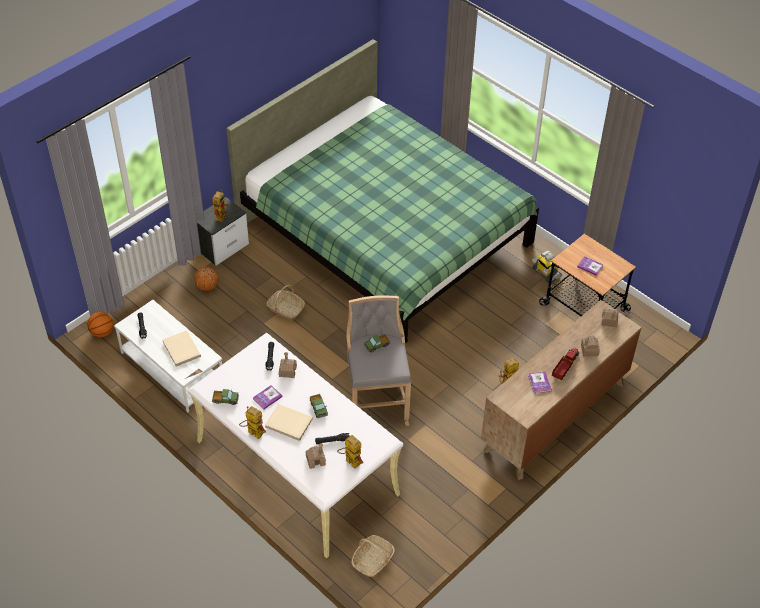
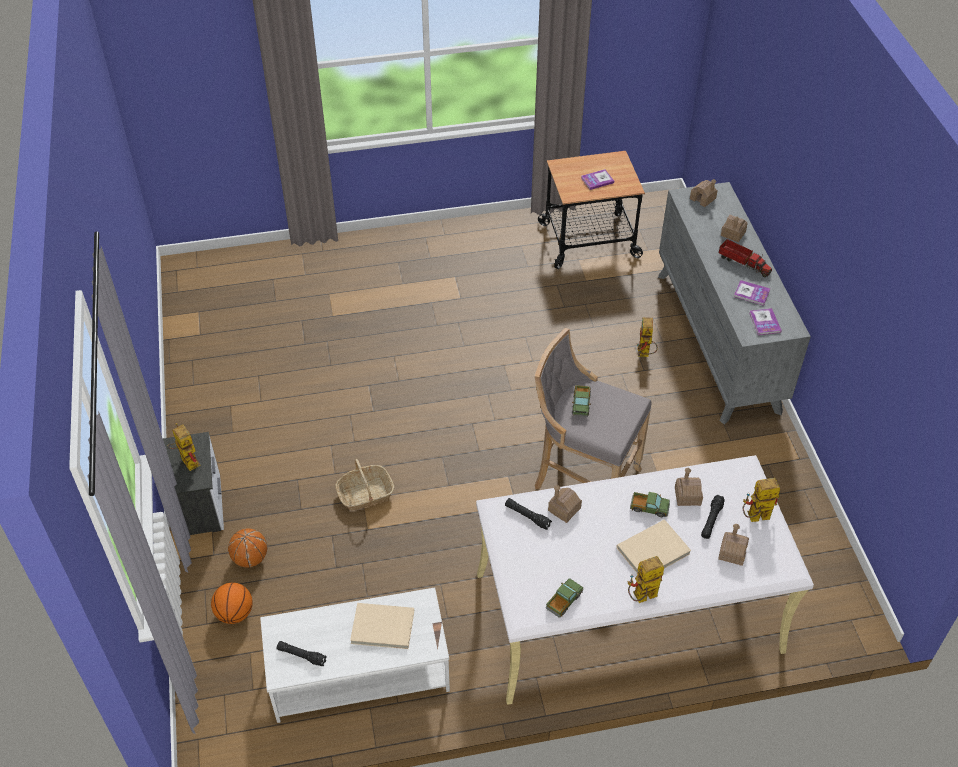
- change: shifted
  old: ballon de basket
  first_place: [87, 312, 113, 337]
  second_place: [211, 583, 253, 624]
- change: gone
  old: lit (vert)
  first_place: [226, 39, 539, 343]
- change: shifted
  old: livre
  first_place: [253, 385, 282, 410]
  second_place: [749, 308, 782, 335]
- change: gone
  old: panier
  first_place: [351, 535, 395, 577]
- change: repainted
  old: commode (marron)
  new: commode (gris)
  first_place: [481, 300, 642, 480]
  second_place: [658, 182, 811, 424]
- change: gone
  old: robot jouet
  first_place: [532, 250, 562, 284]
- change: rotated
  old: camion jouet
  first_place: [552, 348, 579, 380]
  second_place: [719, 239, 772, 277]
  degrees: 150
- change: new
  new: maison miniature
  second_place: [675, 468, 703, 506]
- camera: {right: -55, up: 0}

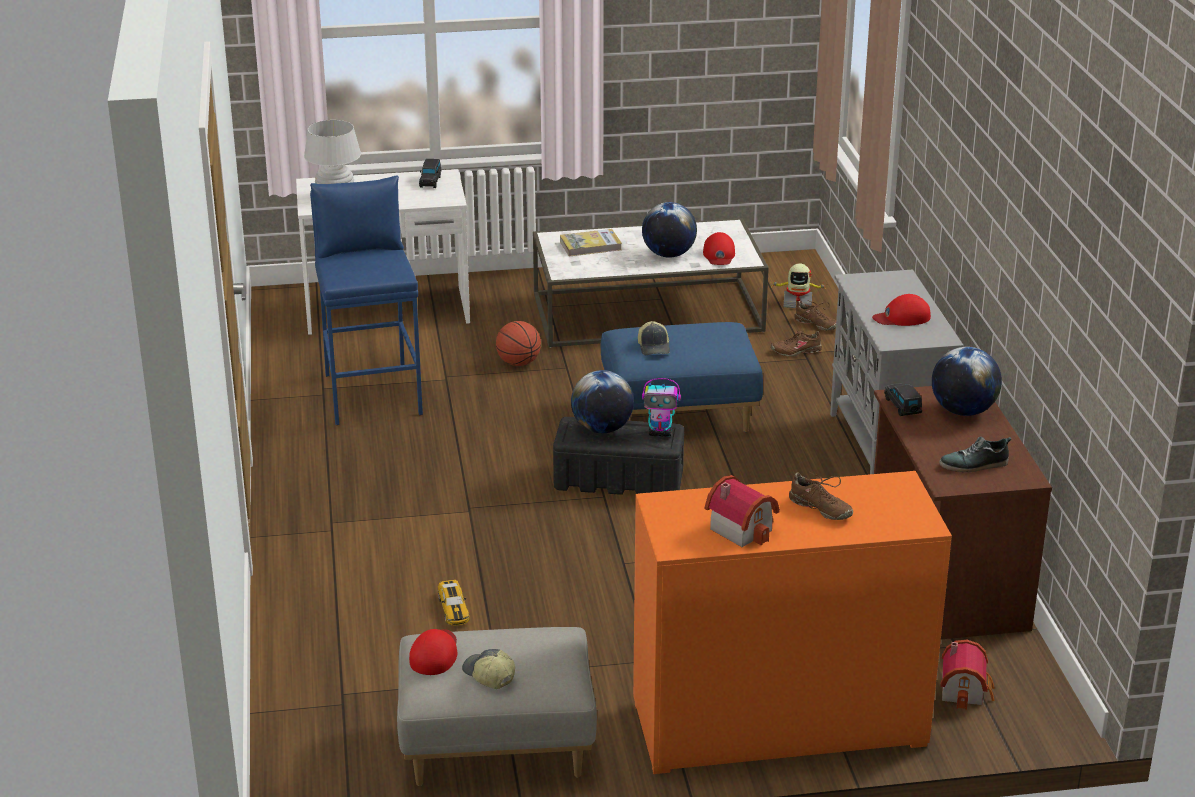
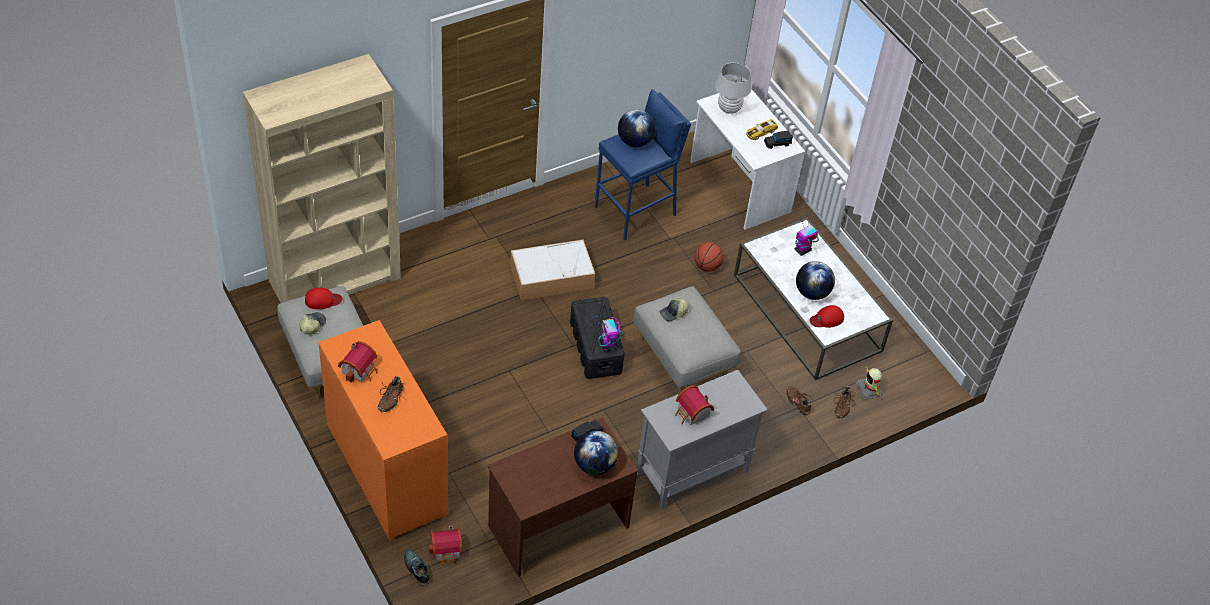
- change: shifted
  old: petite voiture
  first_place: [438, 580, 470, 626]
  second_place: [746, 119, 778, 140]
- change: swapped
  old: livre
  new: robot jouet
  first_place: [560, 229, 622, 257]
  second_place: [795, 213, 819, 256]
- change: shifted
  old: globe
  first_place: [571, 370, 634, 433]
  second_place: [618, 110, 655, 147]
- change: repainted
  old: pouf (bleu)
  new: pouf (gris)
  first_place: [601, 322, 763, 432]
  second_place: [633, 286, 741, 394]
- change: swapped
  old: casquette (rouge)
  new: maison miniature
  first_place: [872, 294, 931, 326]
  second_place: [675, 385, 714, 425]
- change: shifted
  old: chaussure
  first_place: [940, 437, 1011, 472]
  second_place: [404, 550, 429, 586]
- change: new
  new: bibliothèque (beige)
  second_place: [243, 54, 401, 303]
- change: new
  new: boîte de rangement
  second_place: [510, 240, 595, 300]
- camera: {right: 65, up: 20}

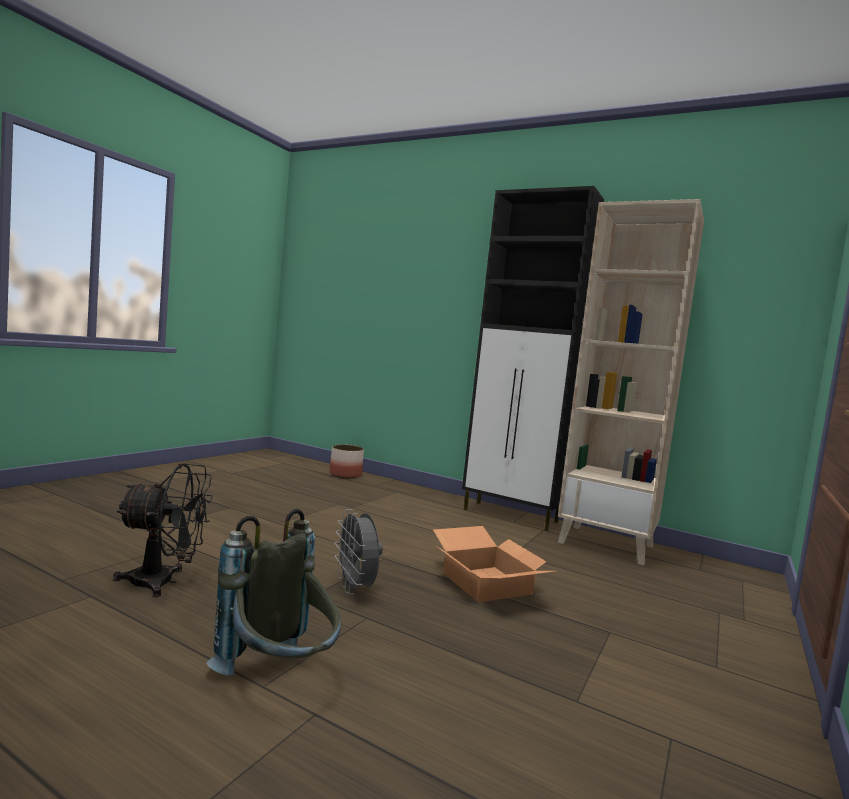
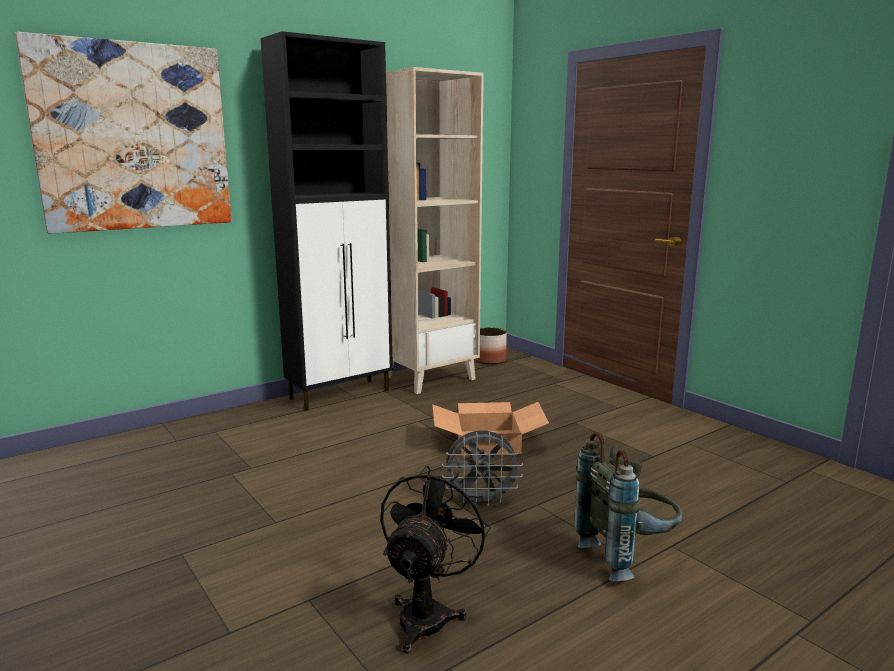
- change: shifted
  old: cache-pot
  first_place: [330, 445, 364, 479]
  second_place: [474, 327, 507, 364]
- change: new
  new: tableau
  second_place: [15, 32, 232, 234]
- camera: {right: -65, up: 10}

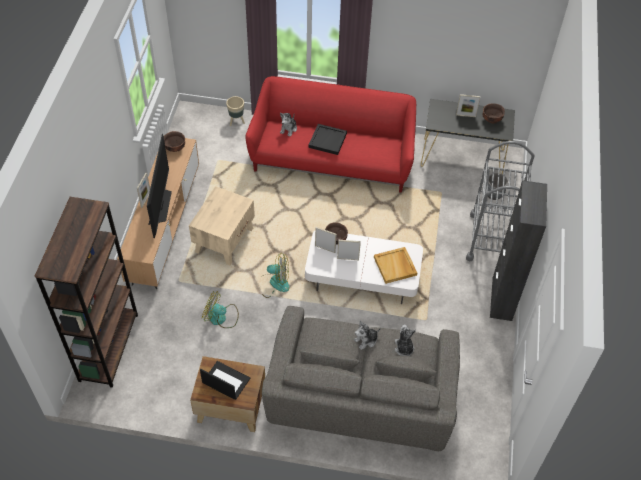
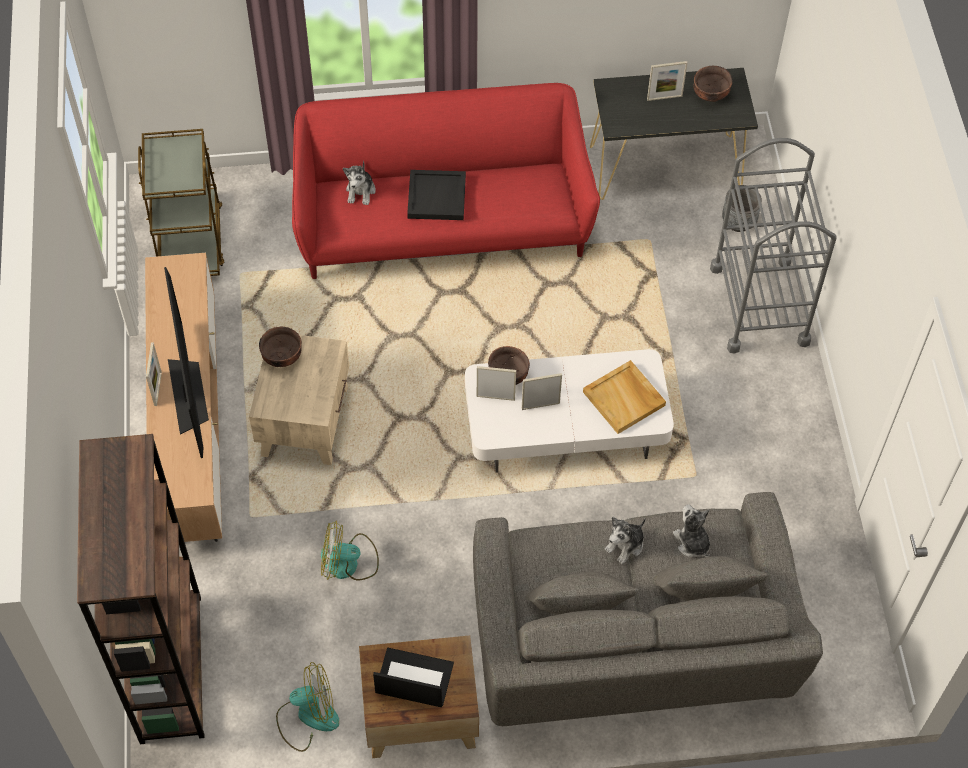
- change: shifted
  old: bol (marron)
  first_place: [164, 131, 185, 152]
  second_place: [259, 327, 302, 367]
- change: gone
  old: cache-pot (beige)
  first_place: [226, 96, 245, 126]
- change: shifted
  old: ventilateur
  first_place: [262, 253, 289, 298]
  second_place: [276, 662, 339, 752]
- change: gone
  old: meuble de rangement (noir)
  first_place: [490, 180, 547, 321]
- change: new
  new: chariot (marron)
  second_place: [138, 129, 224, 276]
- camera: {right: -15, up: 5}

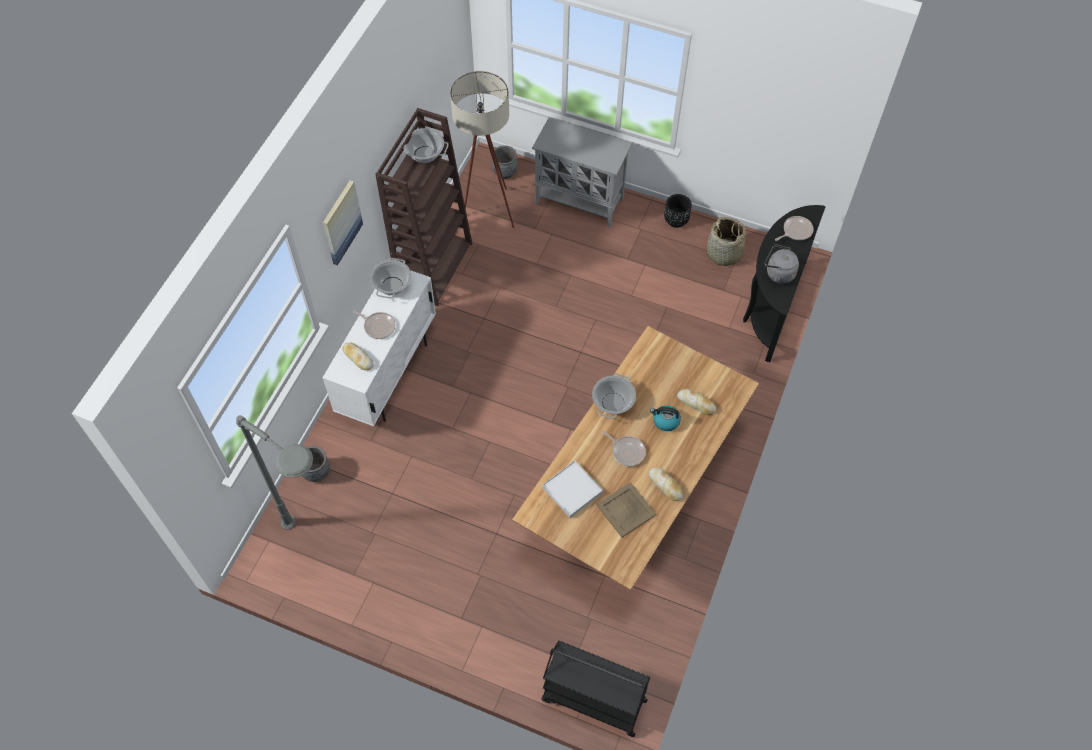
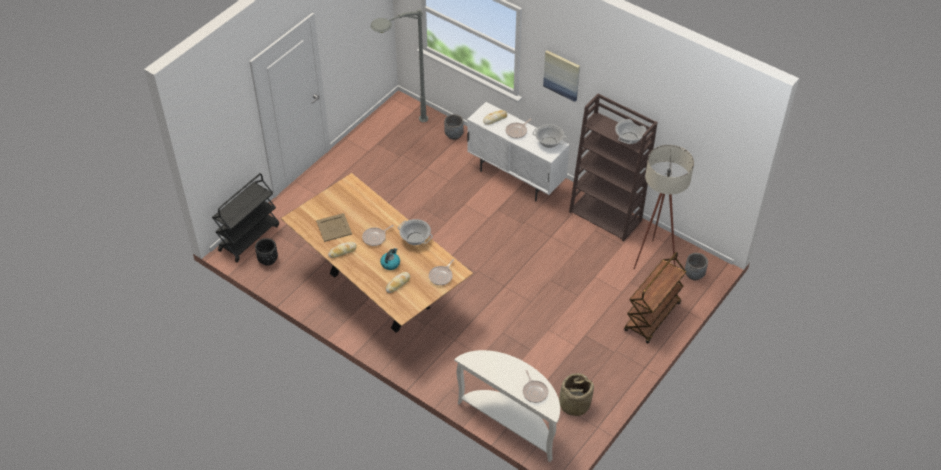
- change: swapped
  old: meuble de rangement (gris)
  new: chariot (marron)
  first_place: [532, 117, 632, 227]
  second_place: [624, 252, 686, 344]
- change: gone
  old: plateau (blanc)
  first_place: [542, 461, 603, 518]
- change: shifted
  old: cache-pot (noir)
  first_place: [664, 194, 692, 228]
  second_place: [255, 238, 278, 266]
- change: repainted
  old: table console (noir)
  new: table console (blanc)
  first_place: [743, 205, 826, 362]
  second_place: [454, 350, 560, 462]
- change: gone
  old: bouilloire (gris)
  first_place: [765, 244, 799, 284]
- change: new
  new: poêle
  second_place: [429, 259, 454, 285]
- camera: {right: 105, up: -10}

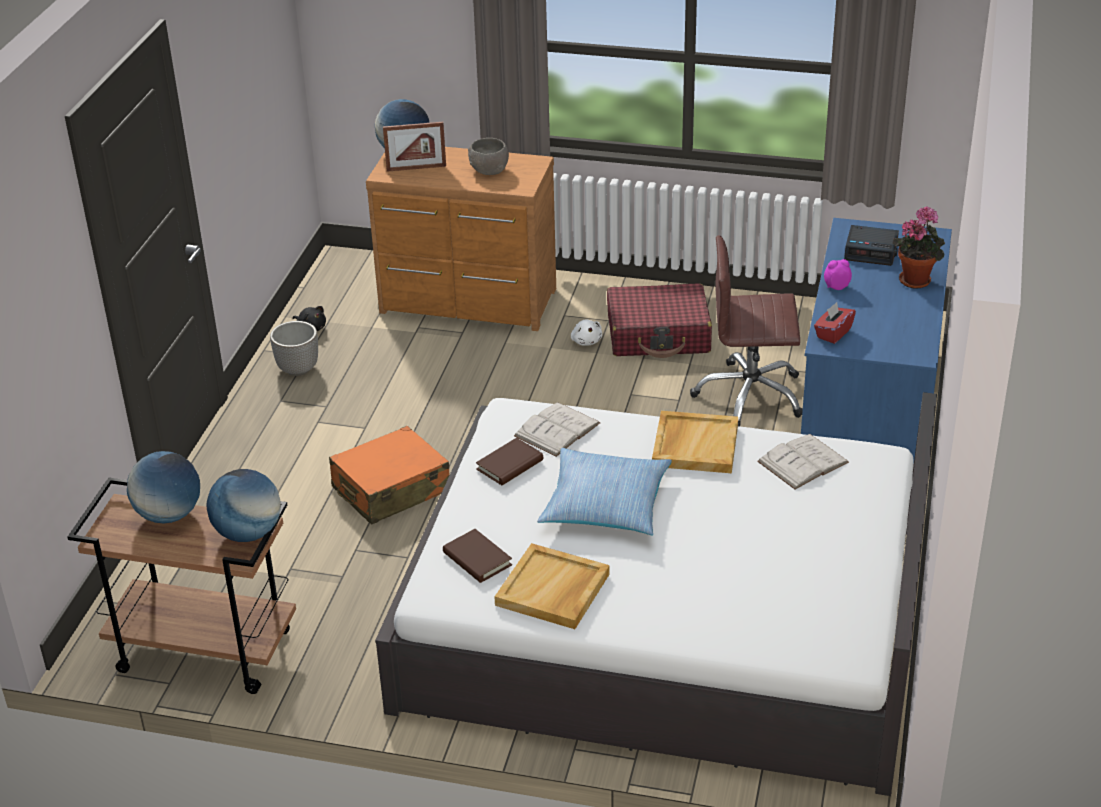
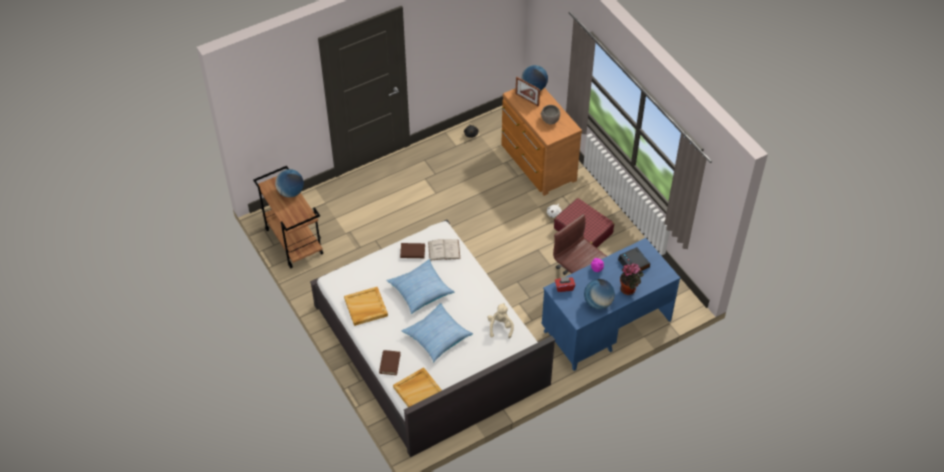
- change: shifted
  old: globe
  first_place: [206, 469, 281, 542]
  second_place: [584, 279, 615, 309]
- change: gone
  old: cache-pot
  first_place: [270, 321, 318, 376]
- change: gone
  old: valise (orange)
  first_place: [329, 426, 449, 524]
- change: shifted
  old: livre (marron)
  first_place: [443, 529, 512, 583]
  second_place: [379, 350, 401, 375]
- change: shifted
  old: plateau (beige)
  first_place: [652, 411, 738, 473]
  second_place: [393, 367, 442, 407]
- change: swapped
  old: livre (blanc)
  new: peluche (beige)
  first_place: [757, 434, 849, 489]
  second_place: [487, 303, 514, 339]
- change: new
  new: coussin
  second_place: [402, 303, 473, 362]
- camera: {right: 45, up: 15}

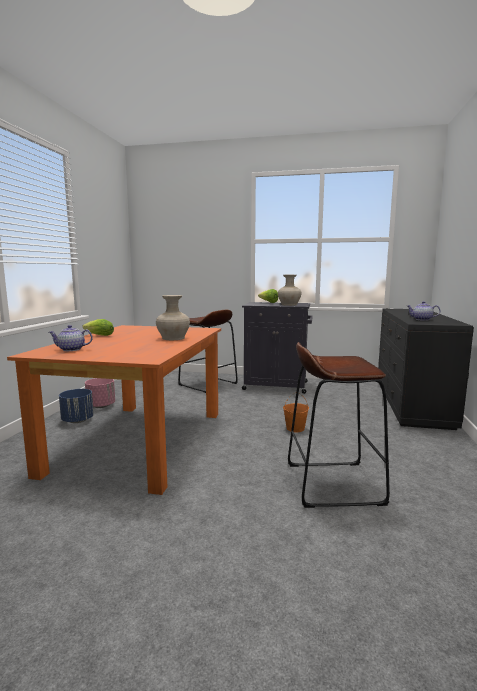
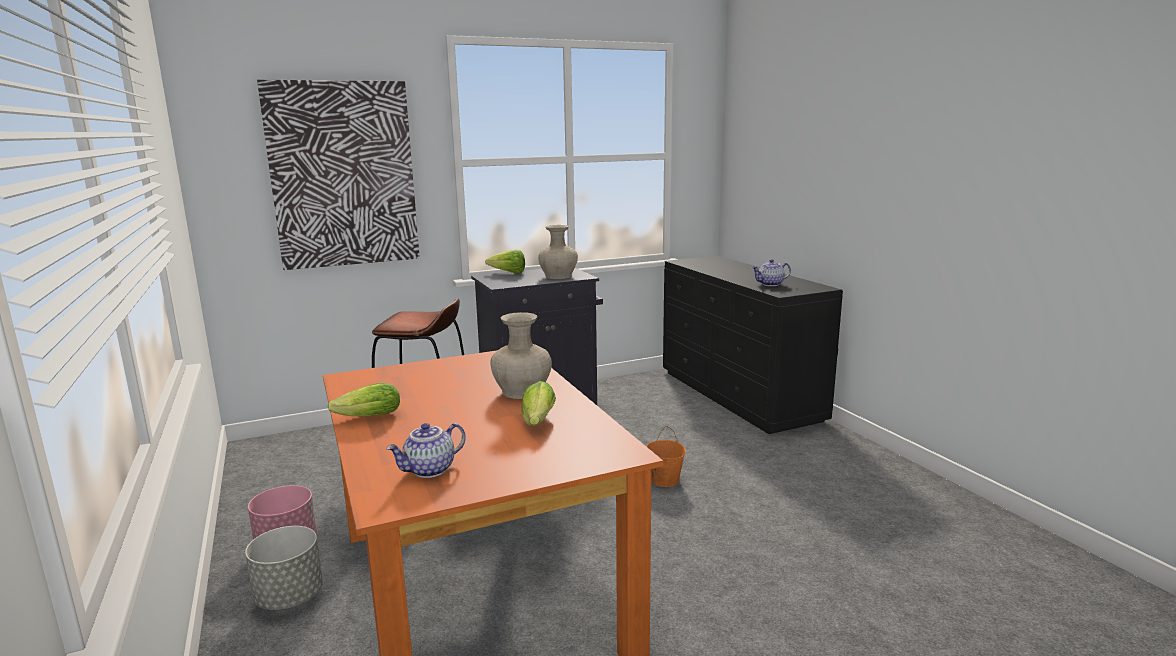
- change: repainted
  old: cache-pot (bleu)
  new: cache-pot (gris)
  first_place: [59, 389, 94, 423]
  second_place: [245, 526, 323, 610]
- change: gone
  old: tabouret (marron)
  first_place: [288, 342, 390, 508]
- change: new
  new: tableau
  second_place: [257, 80, 420, 270]
- change: new
  new: laitue
  second_place: [521, 381, 556, 426]
- camera: {right: -35, up: 5}

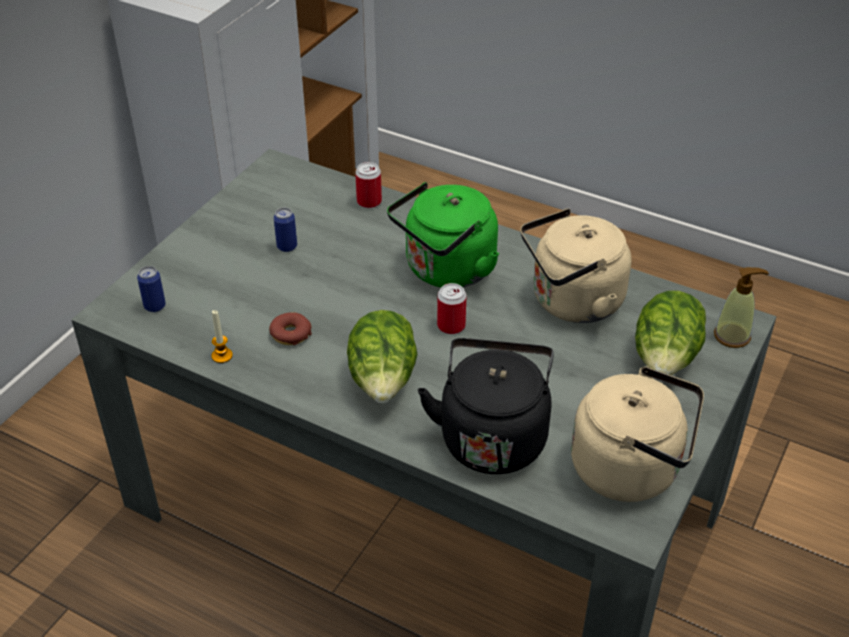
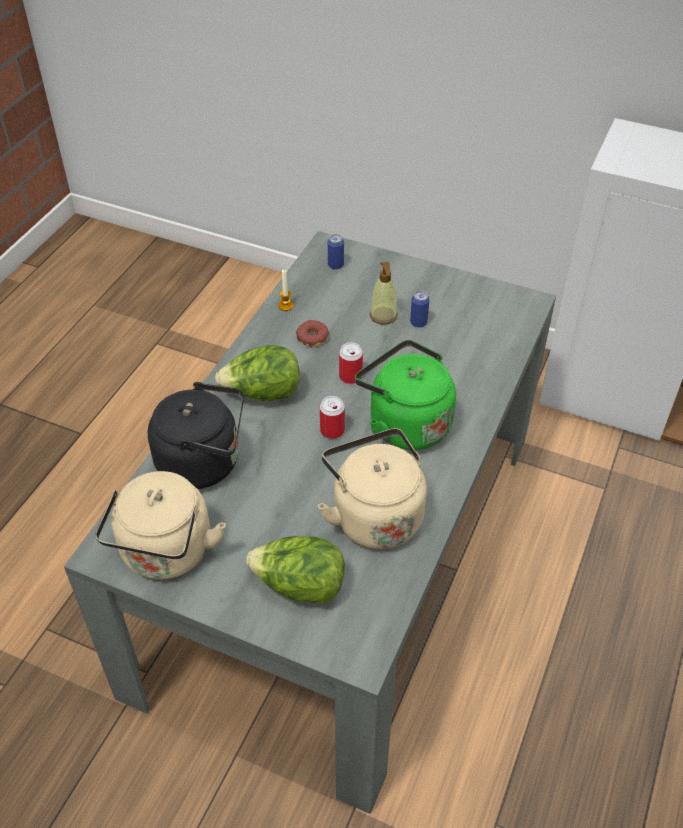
- change: shifted
  old: boîte métallique
  first_place: [355, 162, 382, 208]
  second_place: [339, 342, 363, 384]
- change: shifted
  old: distributeur de savon
  first_place: [714, 267, 769, 348]
  second_place: [370, 262, 398, 325]
- camera: {right: 85, up: 5}

